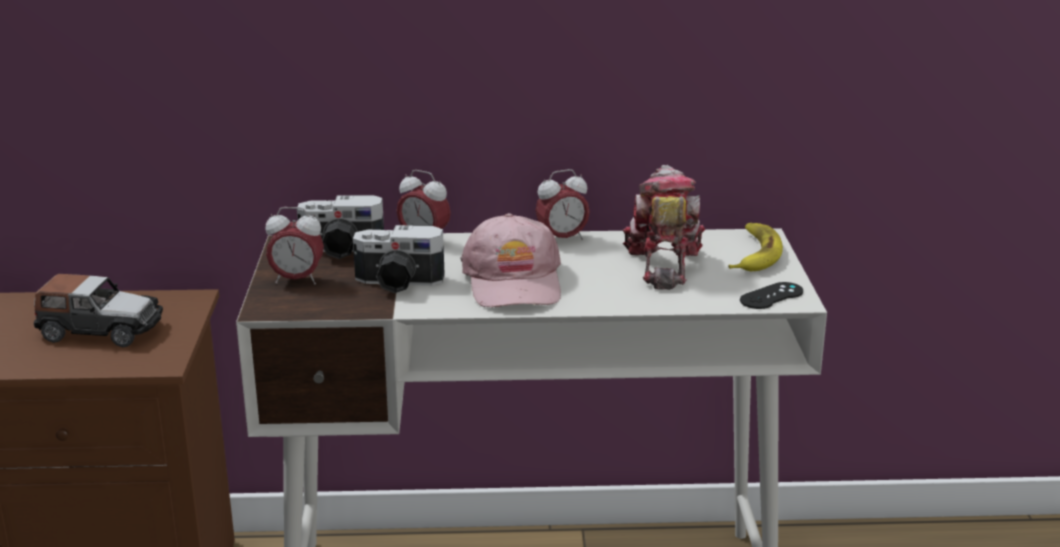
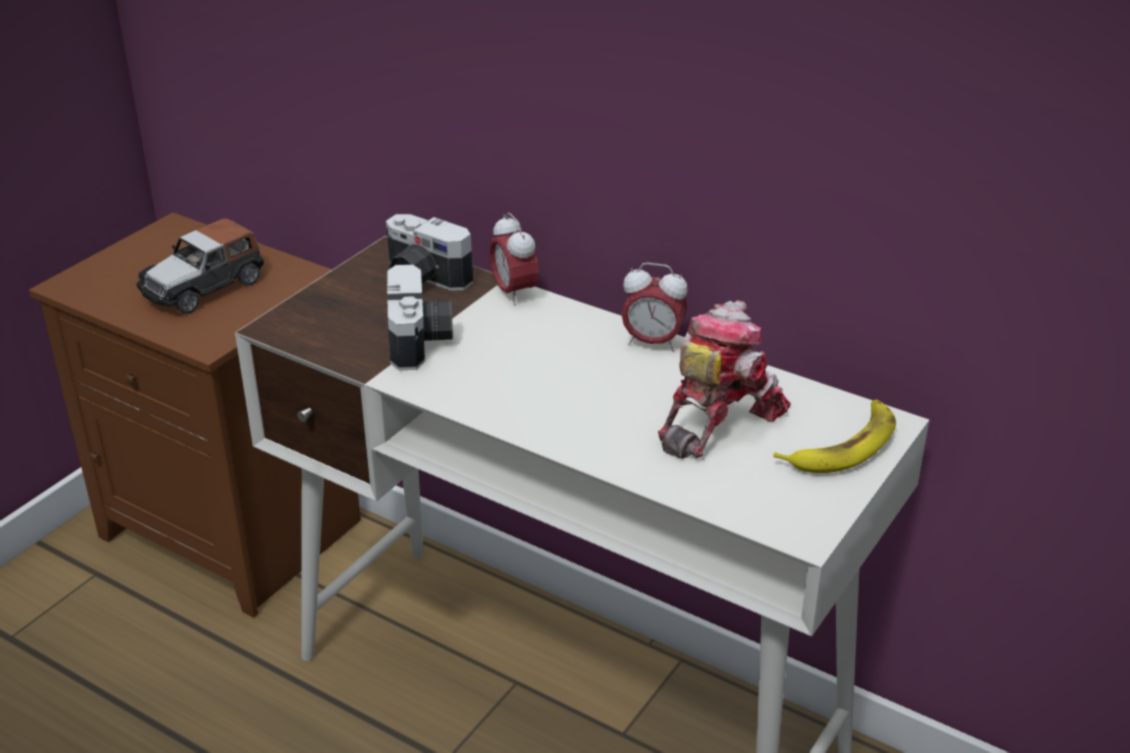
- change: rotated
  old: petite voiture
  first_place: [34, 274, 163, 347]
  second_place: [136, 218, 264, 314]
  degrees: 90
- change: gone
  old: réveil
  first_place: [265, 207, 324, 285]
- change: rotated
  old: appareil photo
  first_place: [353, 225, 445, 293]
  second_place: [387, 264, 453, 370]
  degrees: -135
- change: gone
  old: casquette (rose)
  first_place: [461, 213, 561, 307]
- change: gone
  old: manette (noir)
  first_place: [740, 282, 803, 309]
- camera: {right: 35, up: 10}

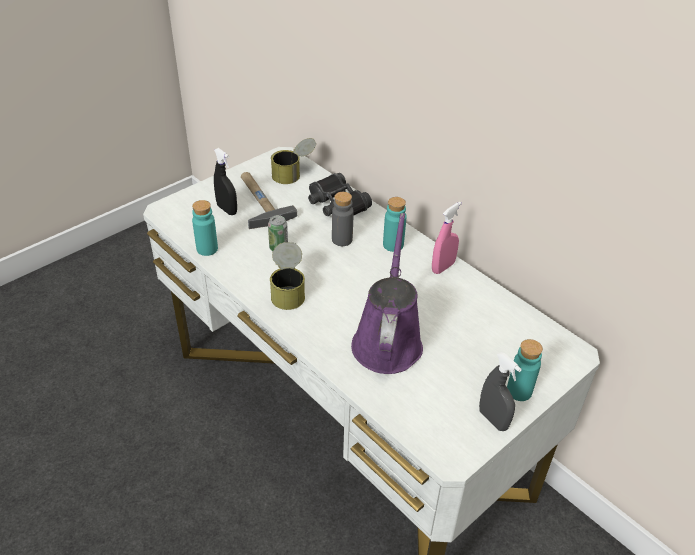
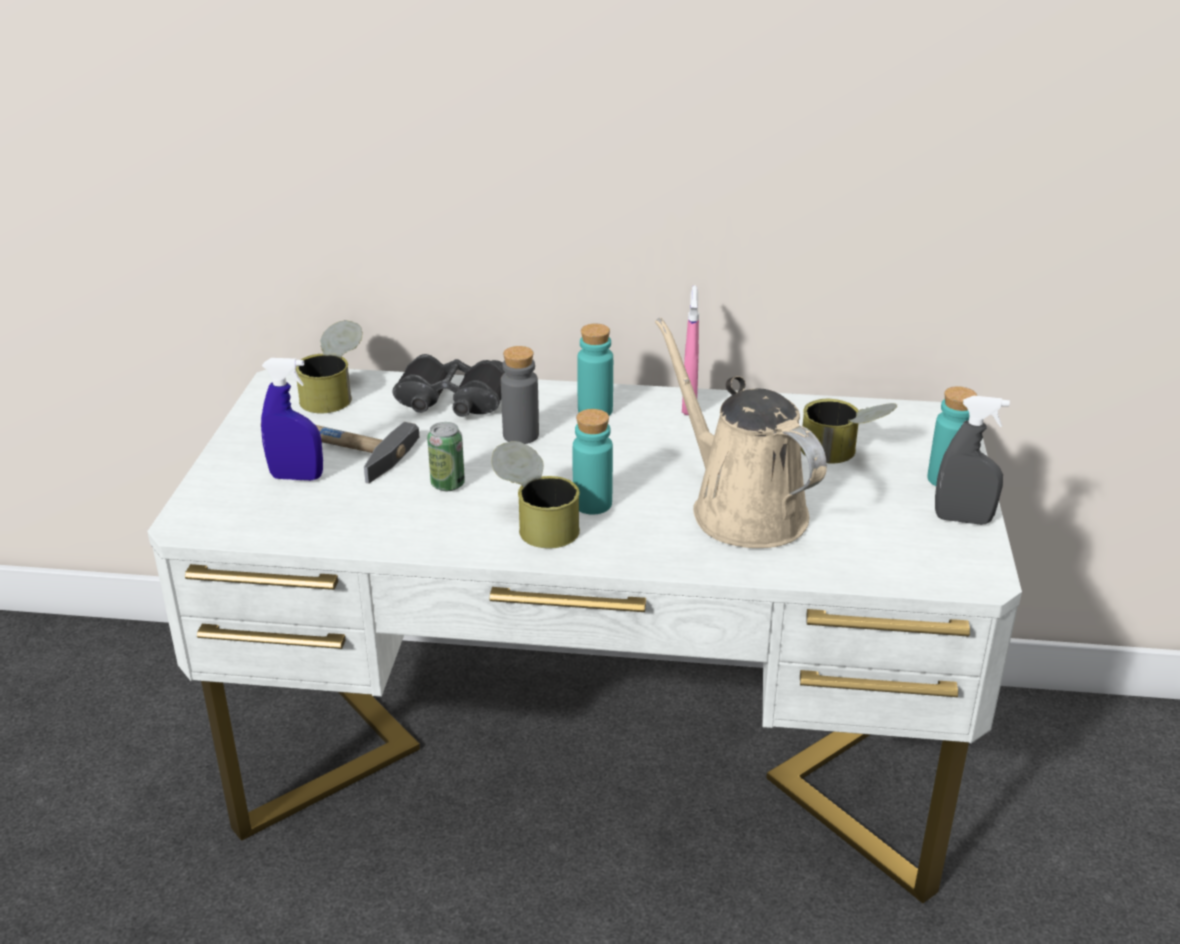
- change: shifted
  old: bouteille (turquoise)
  first_place: [192, 200, 218, 256]
  second_place: [573, 409, 613, 515]
- change: repainted
  old: vaporisateur (noir)
  new: vaporisateur (bleu)
  first_place: [214, 148, 237, 215]
  second_place: [261, 358, 323, 481]
- change: repainted
  old: arrosoir (violet)
  new: arrosoir (beige)
  first_place: [351, 213, 423, 374]
  second_place: [655, 318, 827, 548]
- change: new
  new: boîte métallique
  second_place: [801, 399, 897, 464]
- camera: {right: -40, up: -10}

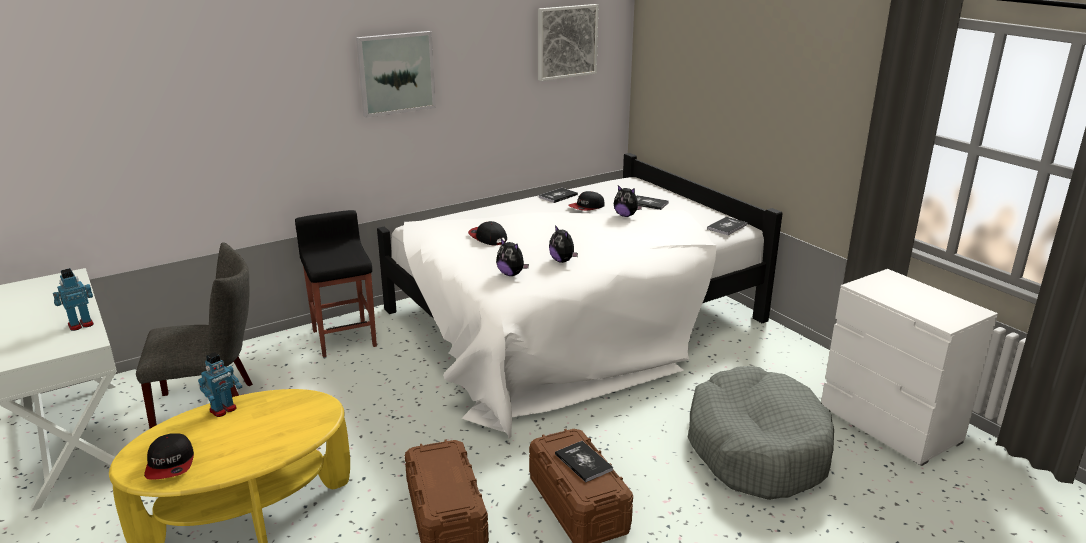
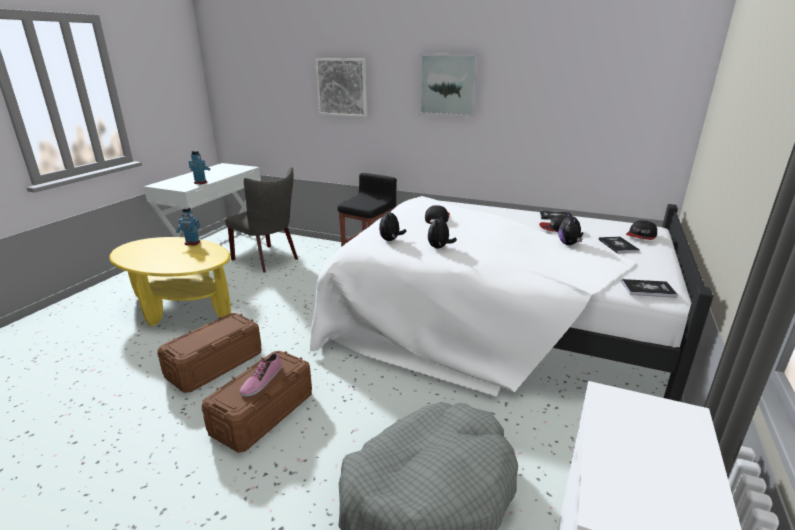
- change: shifted
  old: casquette
  first_place: [144, 433, 194, 480]
  second_place: [626, 220, 657, 240]
- change: shifted
  old: tableau
  first_place: [538, 4, 598, 81]
  second_place: [315, 58, 367, 117]
- change: swapped
  old: livre
  new: chaussure
  first_place: [555, 441, 613, 482]
  second_place: [240, 353, 282, 397]
- camera: {right: 55, up: 0}

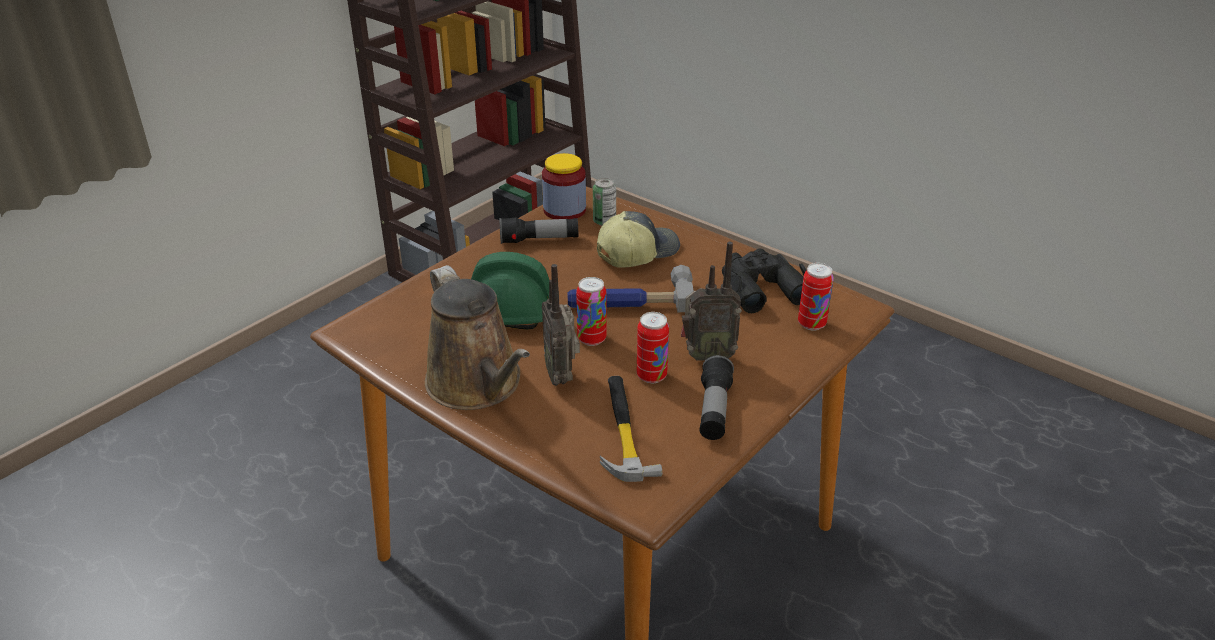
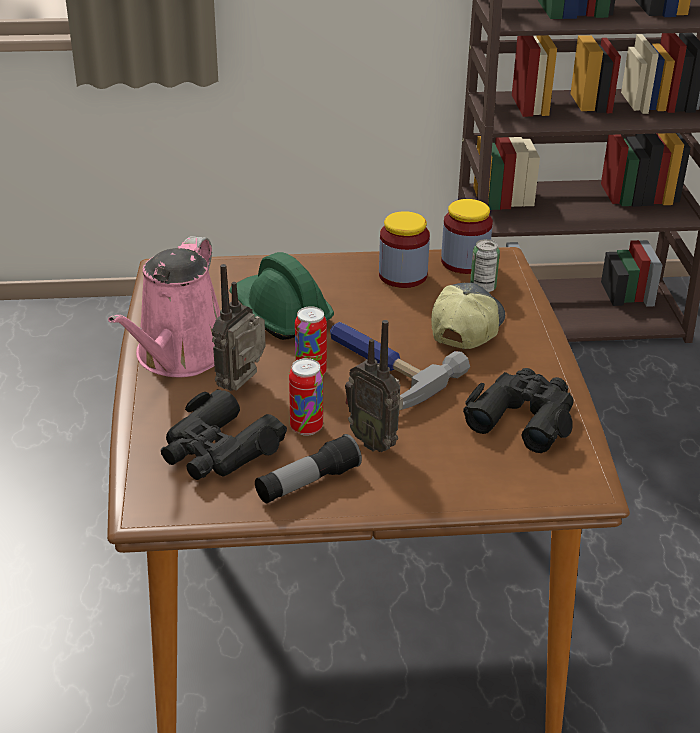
- change: repainted
  old: arrosoir (marron)
  new: arrosoir (rose)
  first_place: [425, 265, 530, 410]
  second_place: [108, 236, 220, 377]
- change: swapped
  old: lampe de poche
  new: bocal
  first_place: [500, 217, 578, 244]
  second_place: [379, 211, 430, 288]
- change: rotated
  old: casquette
  first_place: [597, 211, 680, 268]
  second_place: [431, 283, 505, 349]
  degrees: -75
- change: swapped
  old: marteau
  new: jumelles (noir)
  first_place: [600, 376, 662, 482]
  second_place: [161, 389, 287, 480]
- change: gone
  old: boîte métallique
  first_place: [798, 263, 834, 331]
- camera: {right: 45, up: 0}

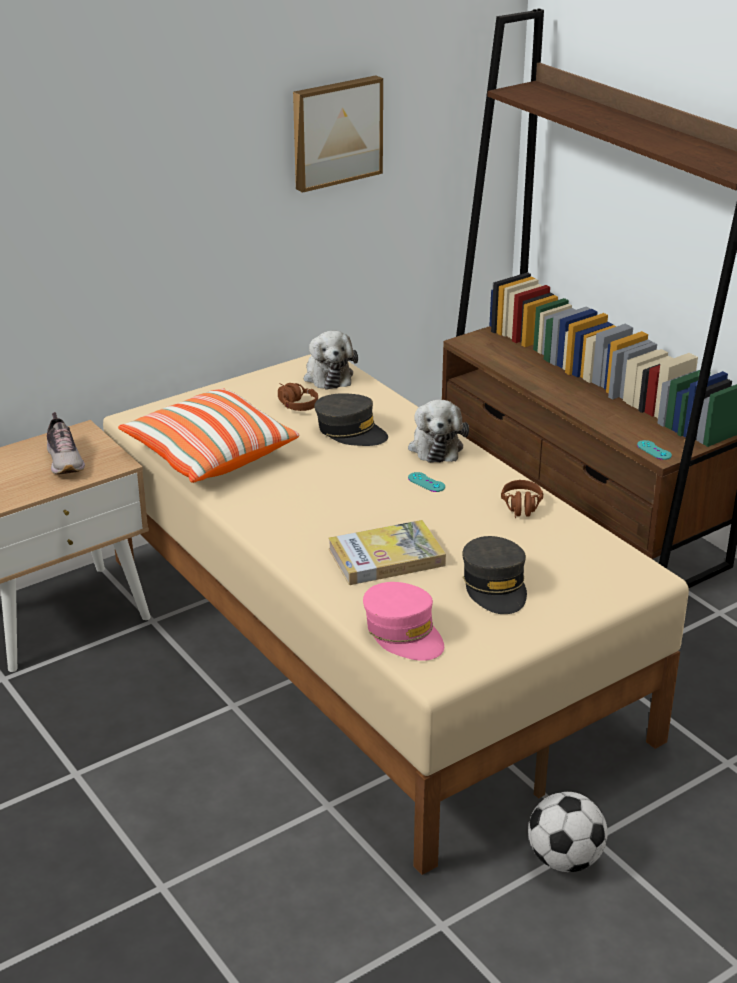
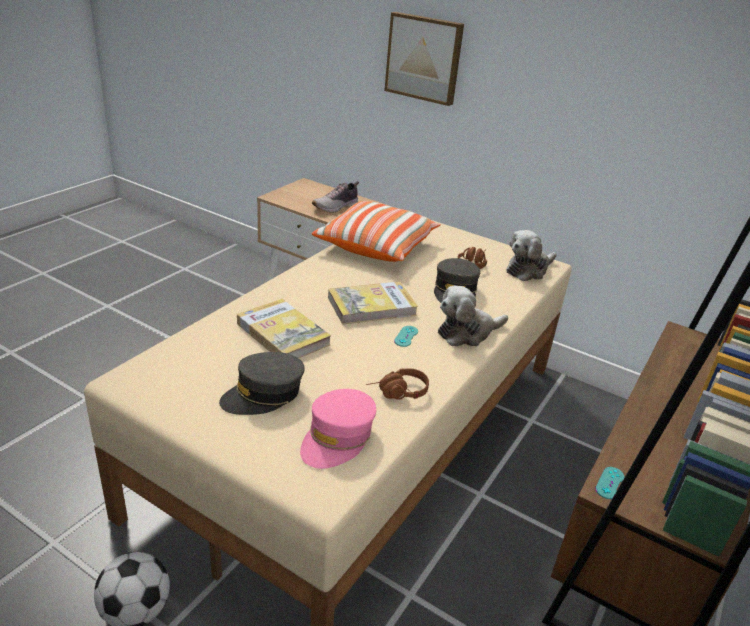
- change: shifted
  old: tableau
  first_place: [293, 75, 383, 193]
  second_place: [384, 12, 464, 106]
- change: shifted
  old: casquette (rose)
  first_place: [363, 582, 444, 661]
  second_place: [300, 389, 376, 469]
- change: new
  new: livre
  second_place: [328, 282, 418, 325]
- camera: {right: 65, up: 0}

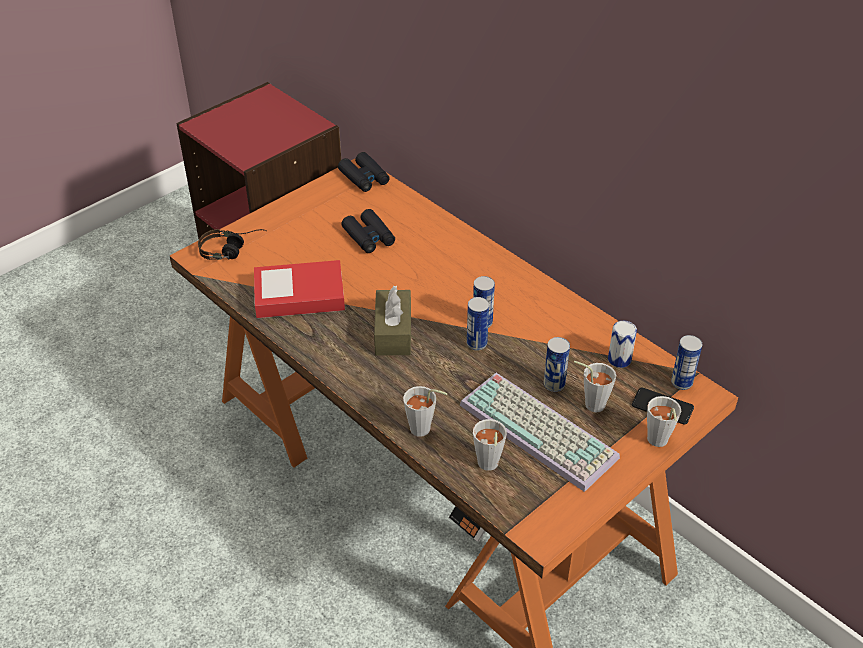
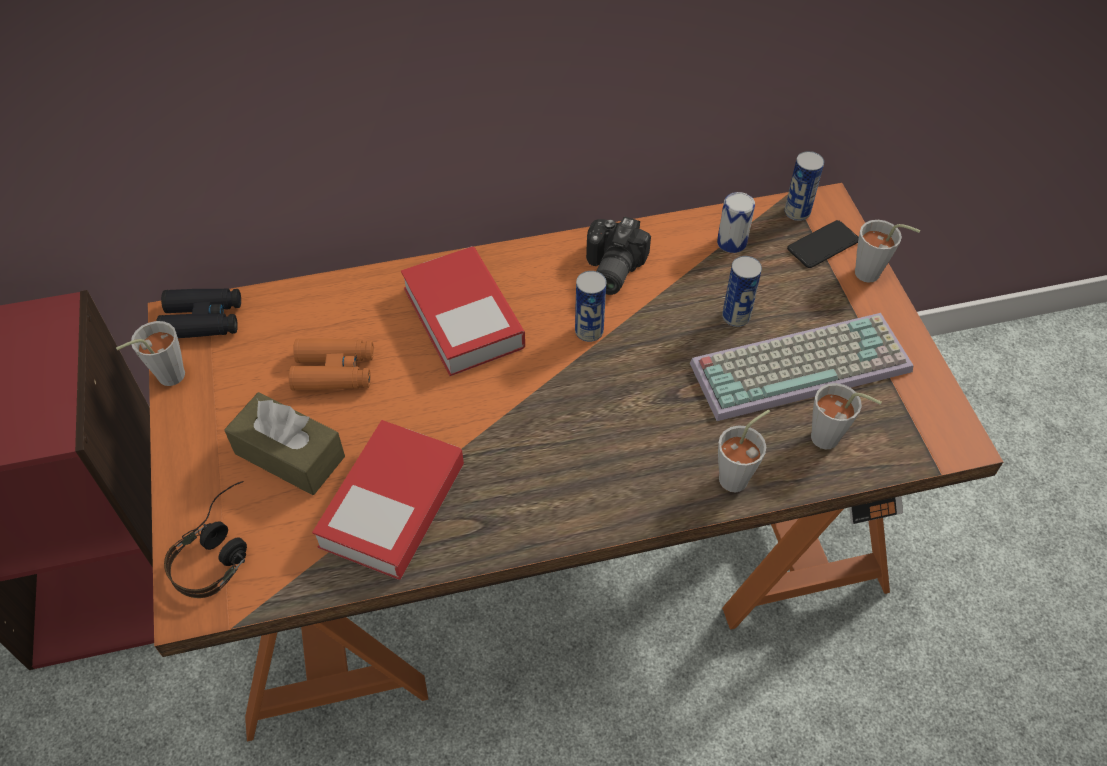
- change: repainted
  old: jumelles (noir)
  new: jumelles (orange)
  first_place: [341, 209, 395, 253]
  second_place: [289, 339, 374, 391]
- change: shifted
  old: boîte à mouchoirs (marron)
  first_place: [374, 286, 411, 355]
  second_place: [224, 392, 345, 495]
- change: gone
  old: boîte métallique
  first_place: [467, 297, 489, 351]
- change: shifted
  old: tasse (gris)
  first_place: [574, 361, 616, 412]
  second_place: [116, 321, 185, 386]
- change: new
  new: livre
  second_place: [401, 246, 525, 376]
- change: new
  new: appareil photo
  second_place: [586, 217, 651, 295]
- camera: {right: -60, up: 10}

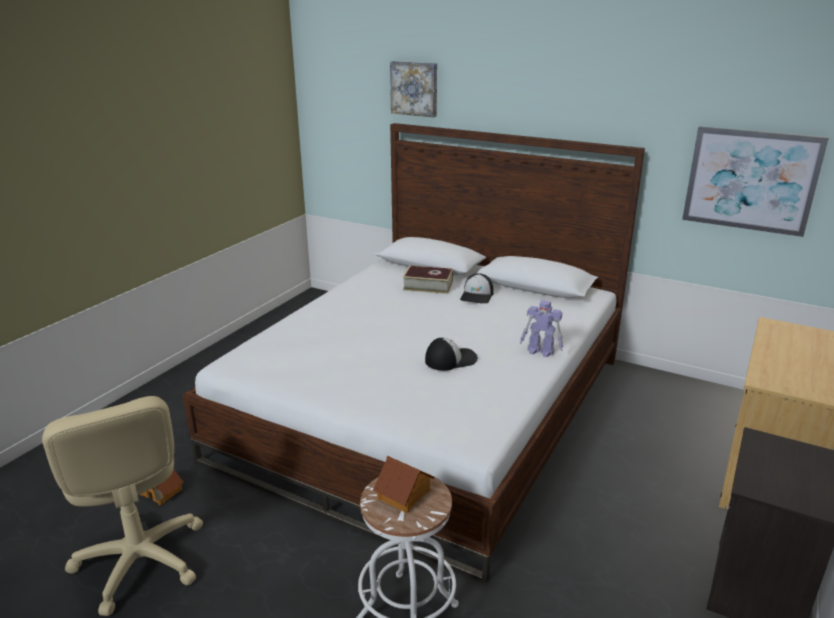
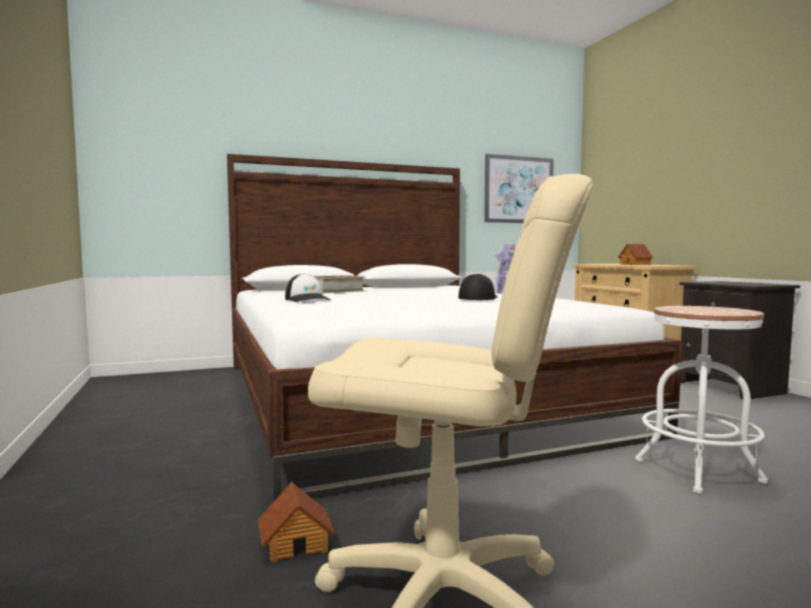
- change: shifted
  old: maison miniature
  first_place: [373, 456, 434, 513]
  second_place: [618, 244, 653, 265]
- change: gone
  old: tableau
  first_place: [390, 61, 437, 117]
- change: shifted
  old: casquette
  first_place: [460, 273, 494, 304]
  second_place: [285, 273, 331, 302]
- camera: {right: -50, up: -20}

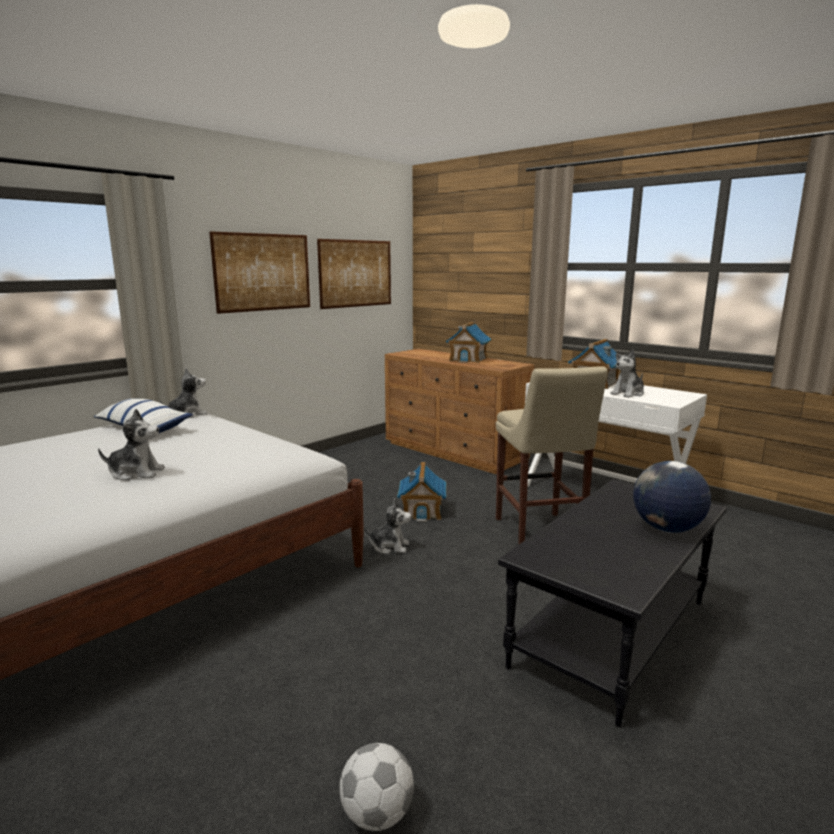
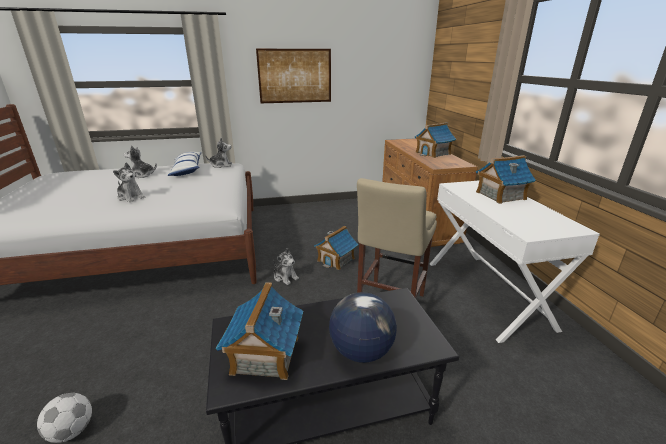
- change: gone
  old: tableau
  first_place: [317, 239, 391, 309]
- change: shifted
  old: peluche
  first_place: [610, 349, 644, 398]
  second_place: [124, 145, 157, 178]
- change: new
  new: maison miniature
  second_place: [216, 282, 303, 380]
- camera: {right: 35, up: 10}

